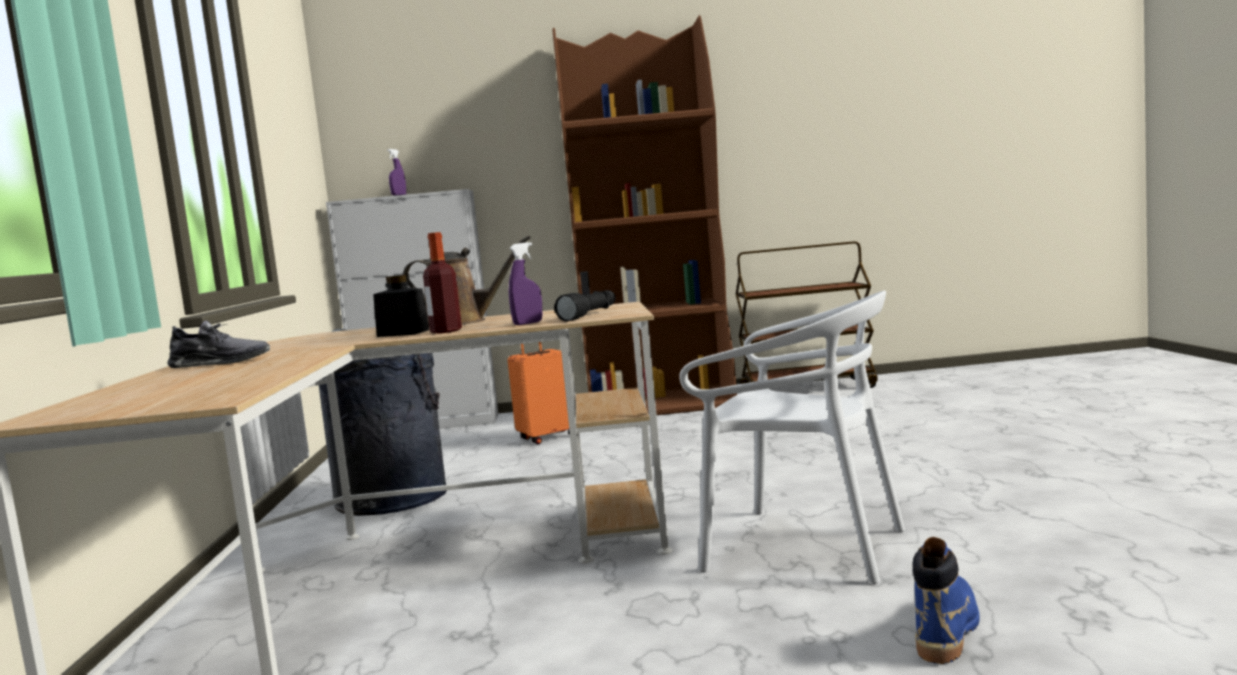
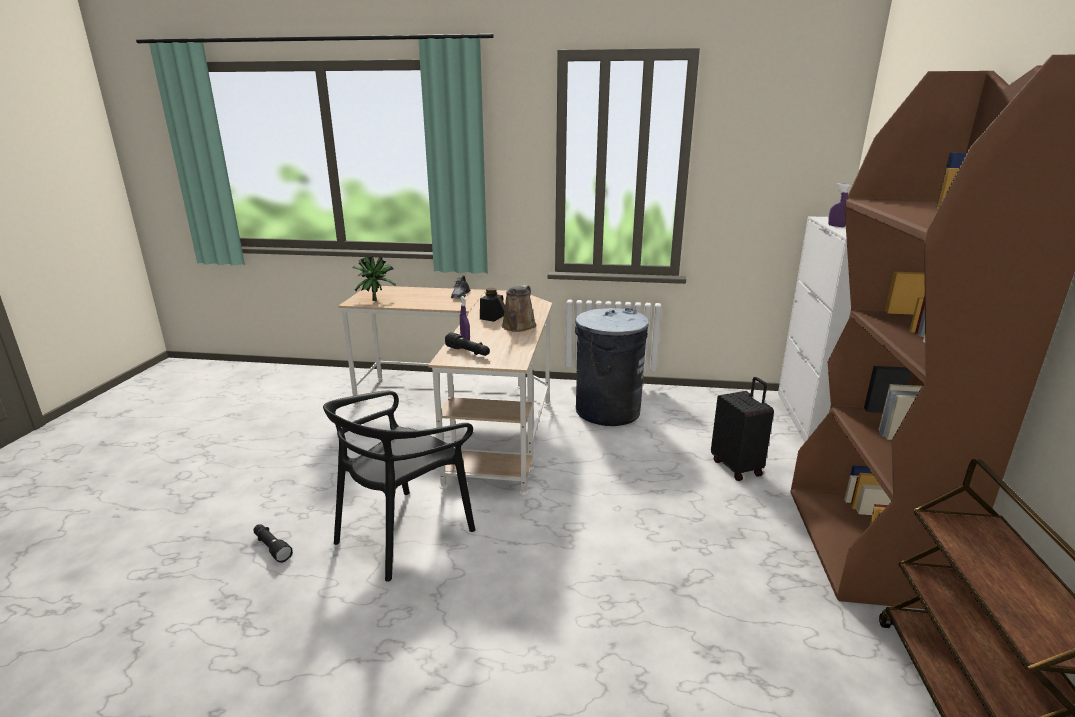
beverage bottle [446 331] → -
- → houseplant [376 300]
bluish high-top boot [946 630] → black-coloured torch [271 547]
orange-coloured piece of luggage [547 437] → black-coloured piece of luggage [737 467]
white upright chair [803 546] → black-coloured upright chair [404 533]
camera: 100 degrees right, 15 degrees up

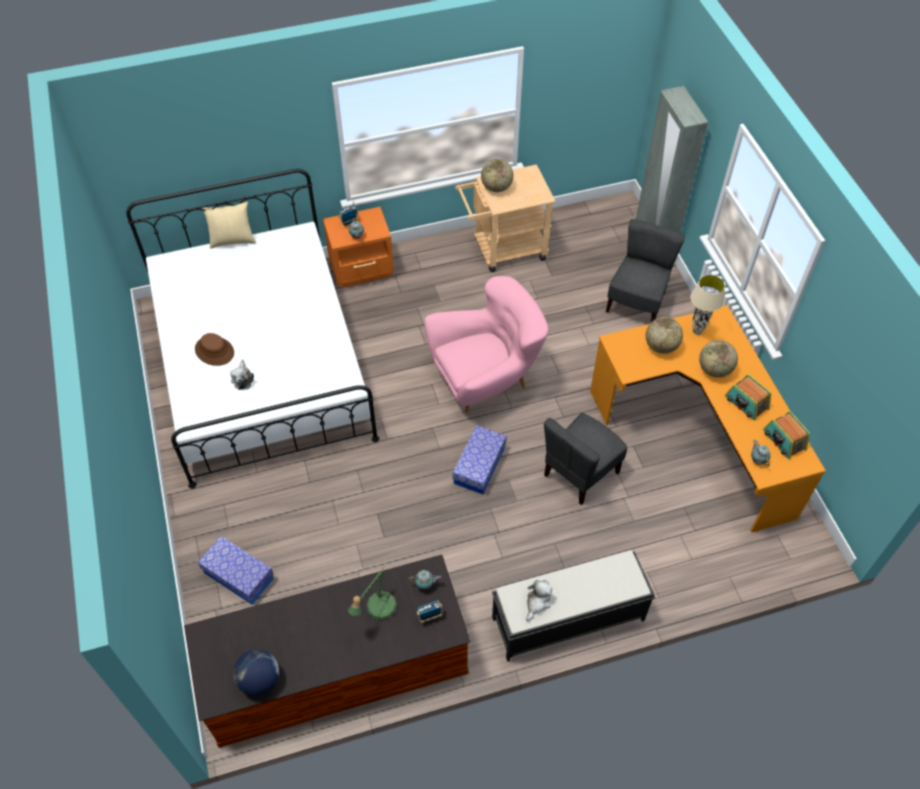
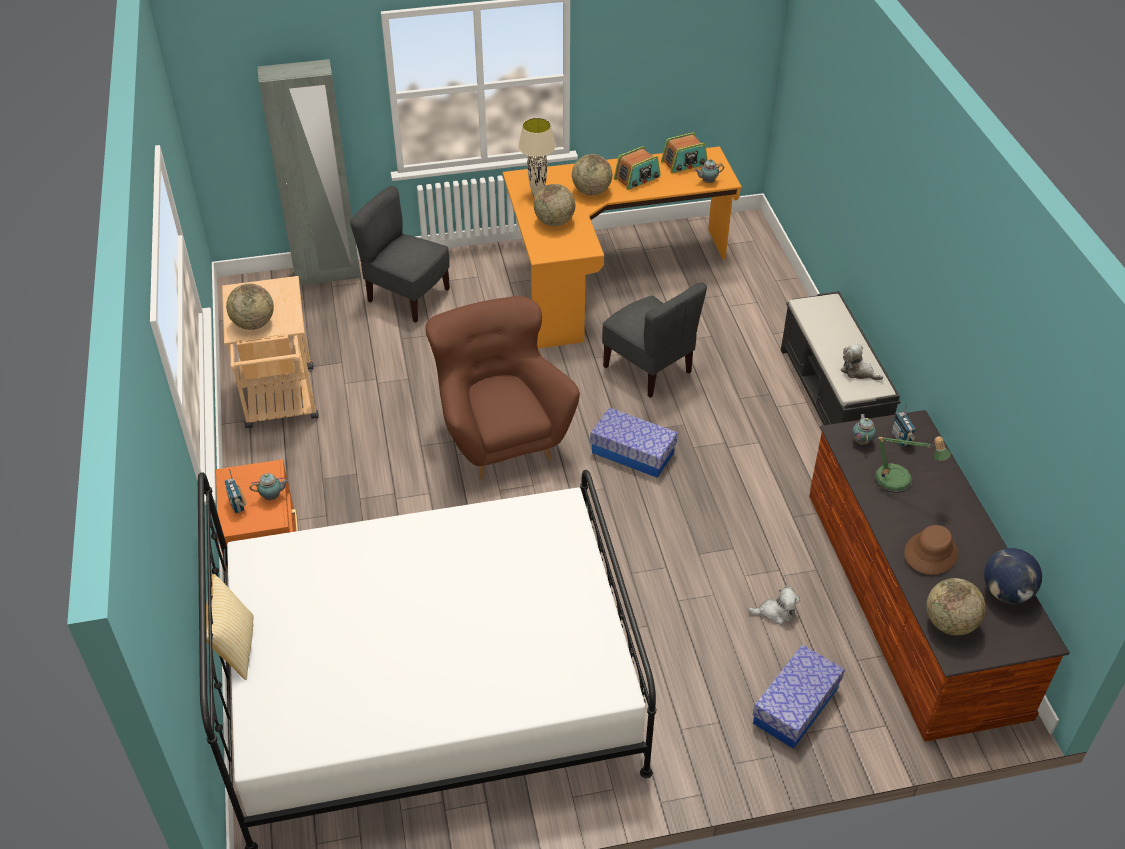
- → world globe [949 623]
brown-coloured clothing hat [214 351] → brown-coloured clothing hat [930 553], shifted
plush toy [242 379] → plush toy [775 612], shifted
pinkish lounge chair [485 379] → brown-coloured lounge chair [500 437]
camera: 85 degrees left, 10 degrees down

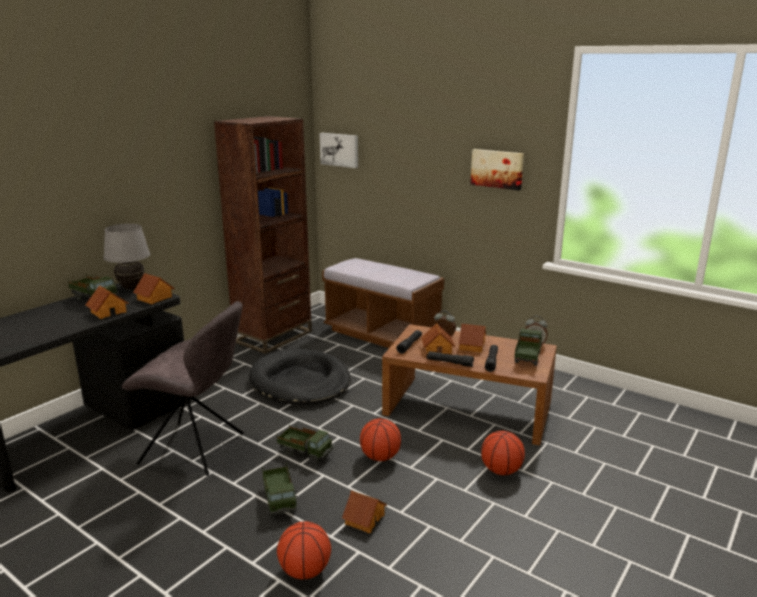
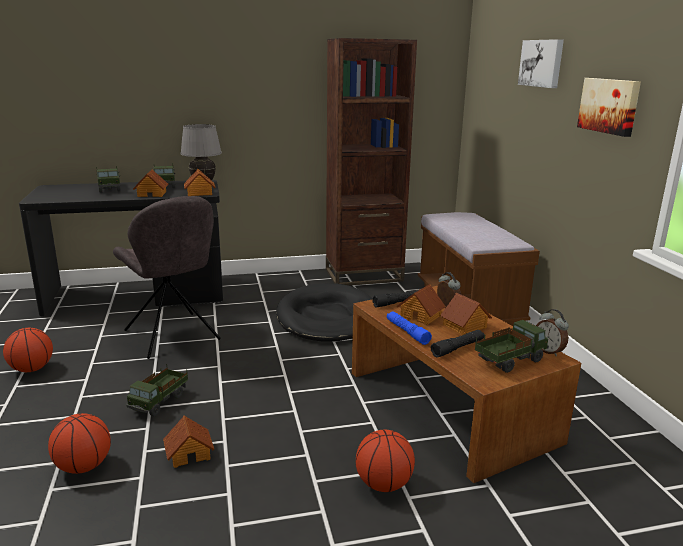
toy lorry [305 453] → toy lorry [109 188], shifted
picture [340 150] → picture [542 63], shifted
ball for basketball [380 457] → ball for basketball [31 369], shifted
black-coloured torch [449 363] → bluish torch [407 332]
camera: 40 degrees right, 0 degrees up

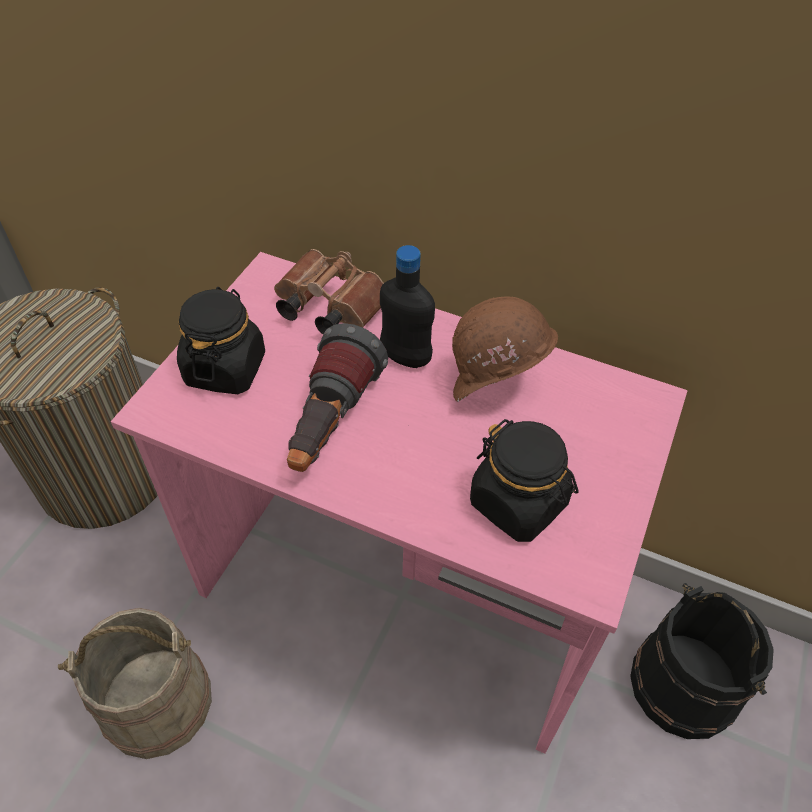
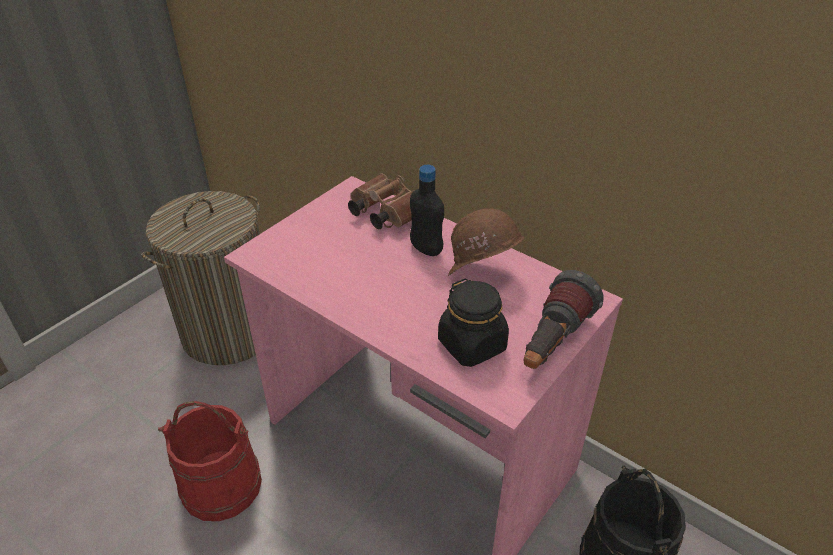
black-coloured jar [225 368] → -
torch [330 425] → torch [552 344], shifted
sand-coloured bucket [157 700] → reddish bucket [221 484]
camera: 15 degrees right, 10 degrees down

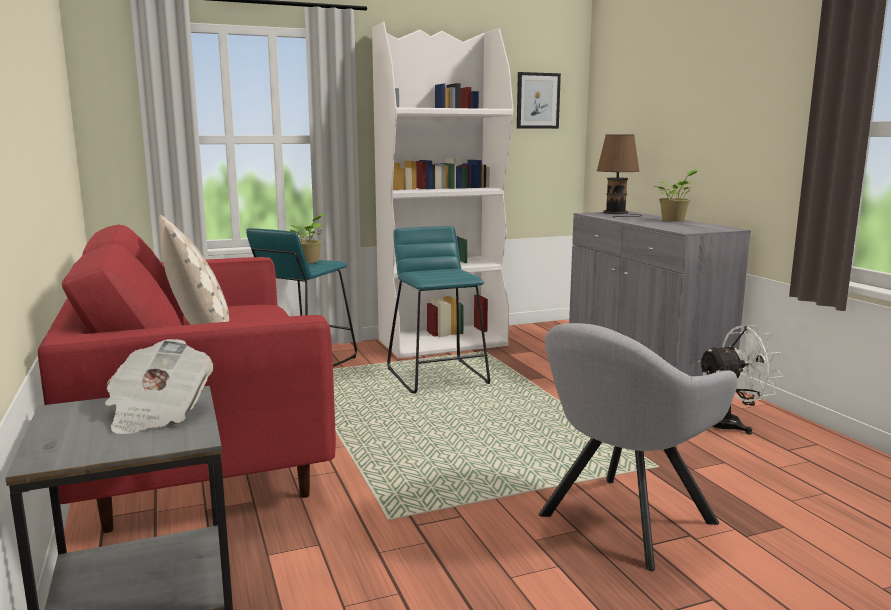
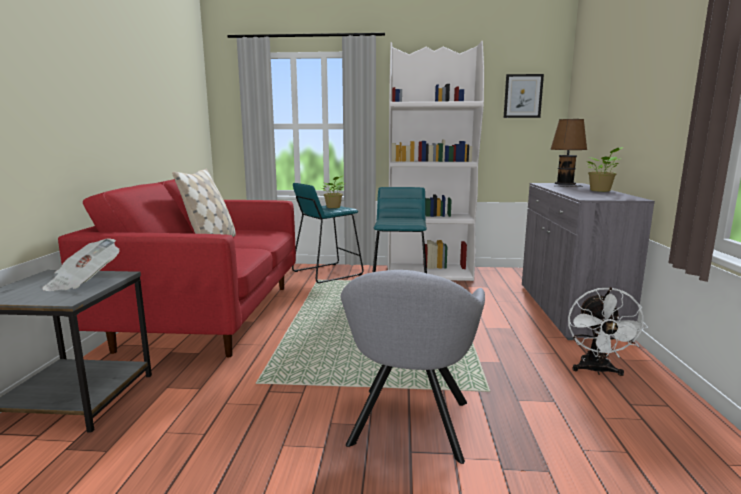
greyish lounge chair [620 522] → greyish lounge chair [408 427], 60 degrees counterclockwise
white fan [731 424] → white fan [596 371], 90 degrees clockwise
camera: 25 degrees right, 0 degrees up

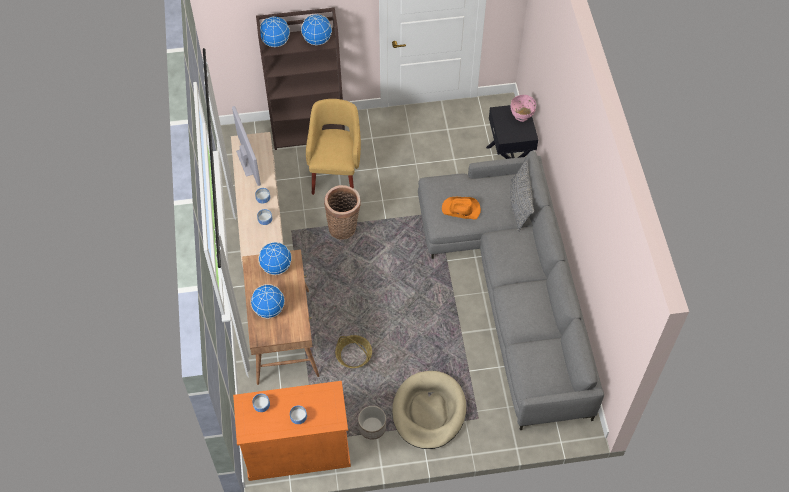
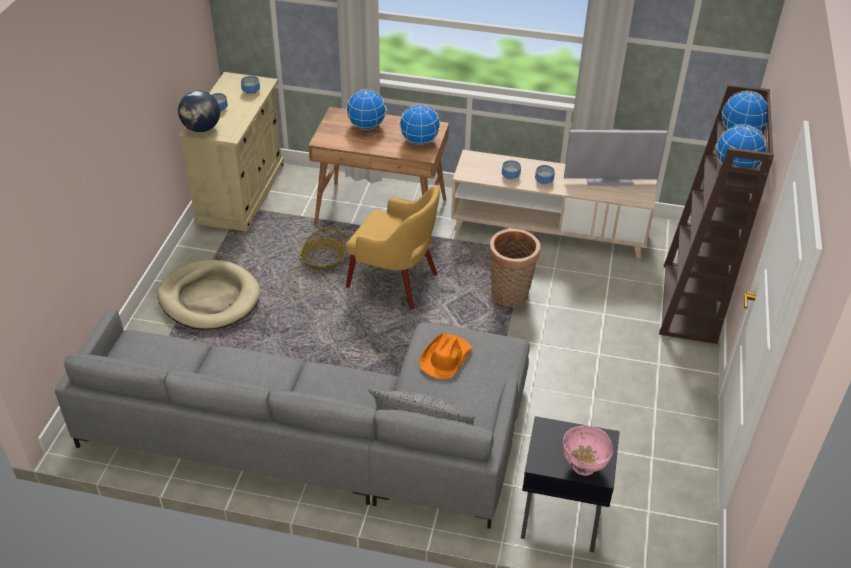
planter [372 427] → -
- → world globe [201 129]
yellow lounge chair [336 172] → yellow lounge chair [394 282], shifted
orange-coloured cupboard [297 450] → sand-coloured cupboard [241 194]
camera: 110 degrees right, 15 degrees down

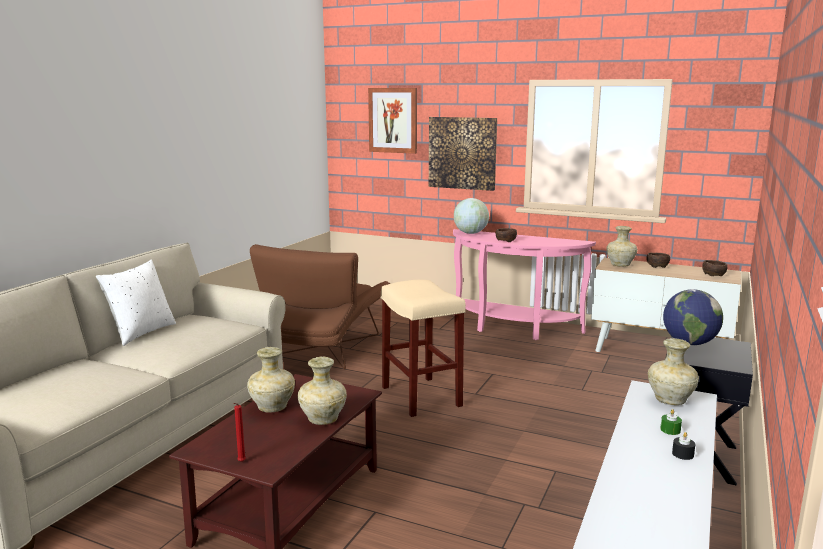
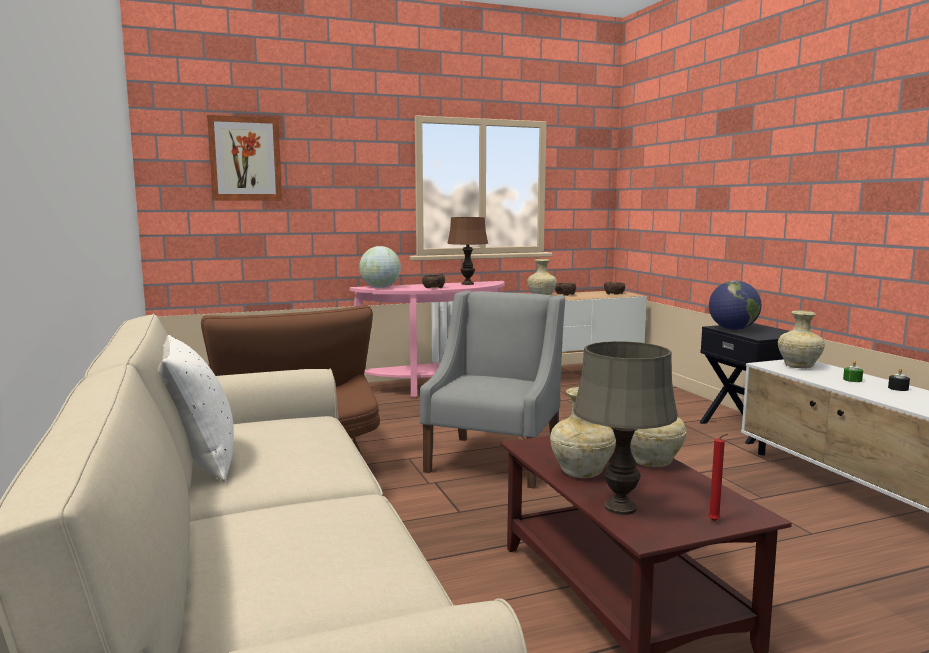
picture [462 153] → -
- → brown-coloured lamp for a table [467 284]
- → greyish lamp for a table [620 508]
sand-coloured stool [422 397] → greyish lounge chair [495 460]
camera: 45 degrees left, 5 degrees down

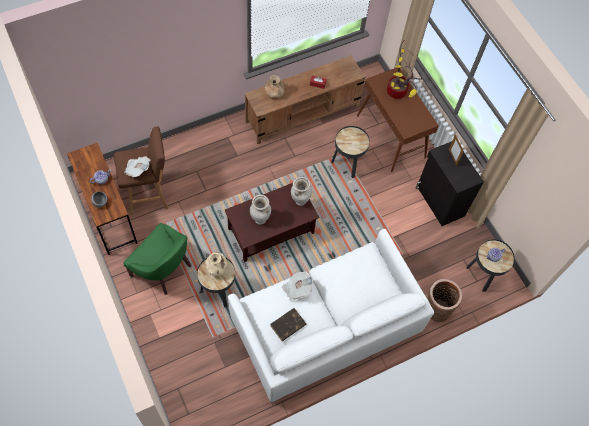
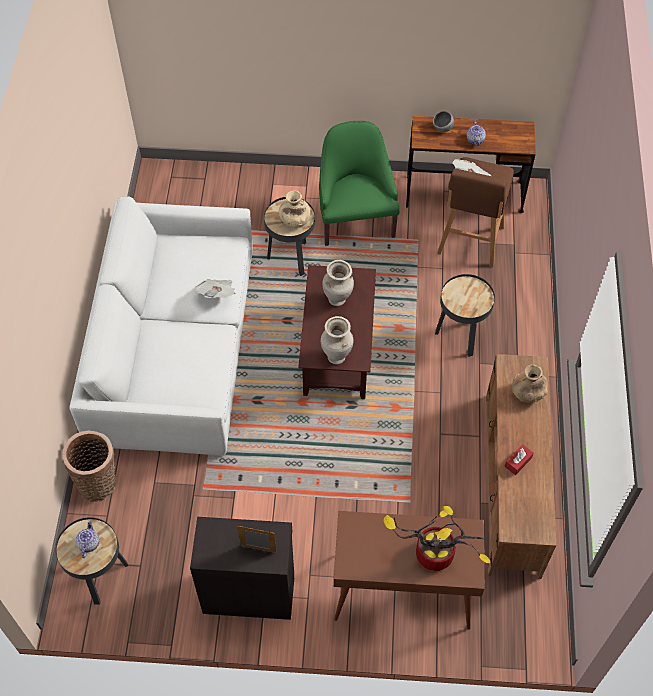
brown-coloured bound book [287 325] → -
black-coloured side table [347 164] → black-coloured side table [460 336], shifted
green lounge chair [163 269] → green lounge chair [355 219], 105 degrees clockwise
camera: 125 degrees right, 5 degrees down

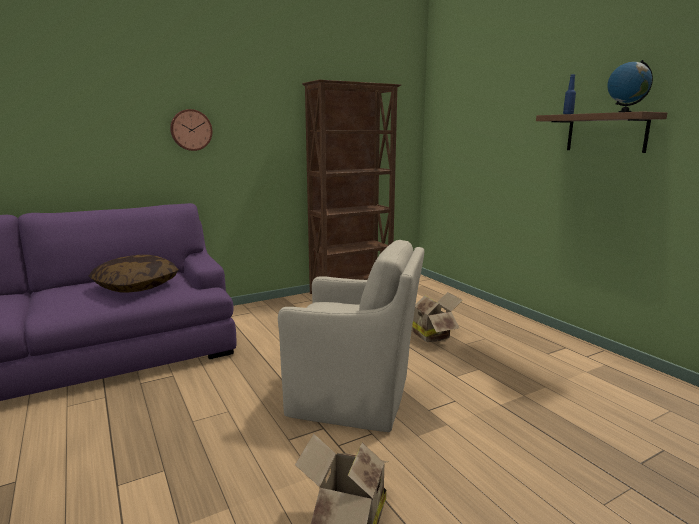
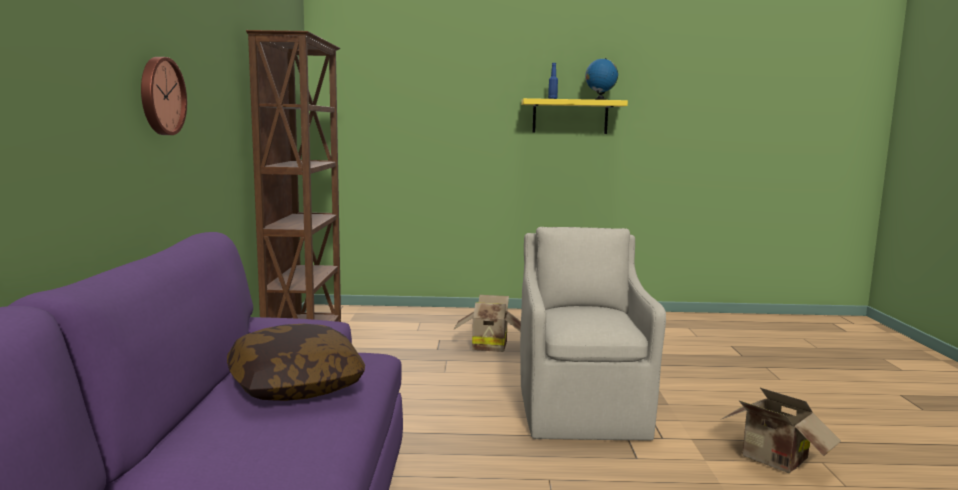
brown-coloured shelf [606 133] → yellow shelf [570 116]
sand-coloured lounge chair [354 398] → sand-coloured lounge chair [582 410], 45 degrees counterclockwise
camera: 60 degrees left, 5 degrees down

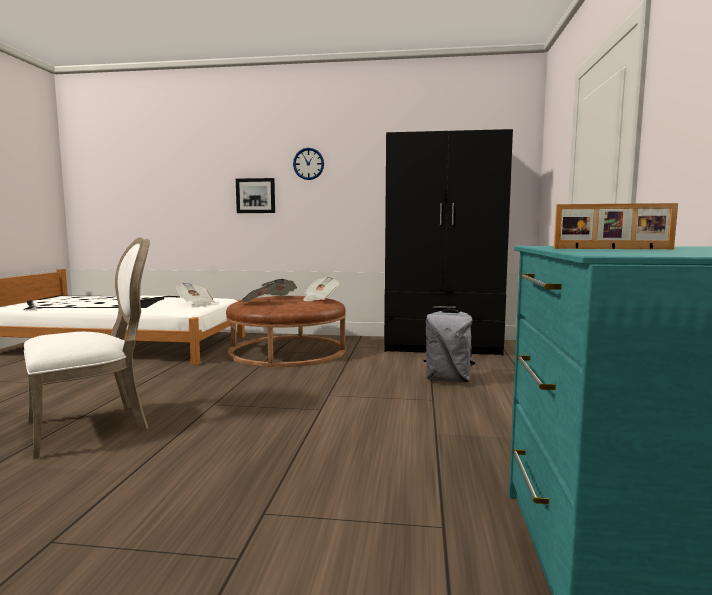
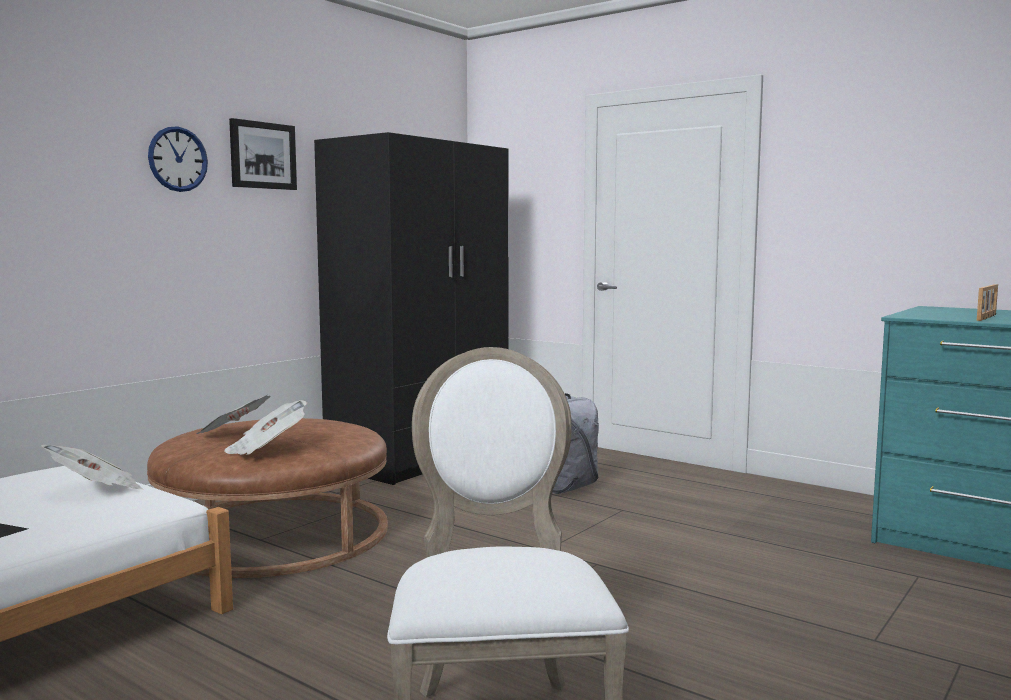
printed paper [320 299] → -
picture [255 195] → picture [262 155], shifted
camera: 60 degrees left, 0 degrees up

